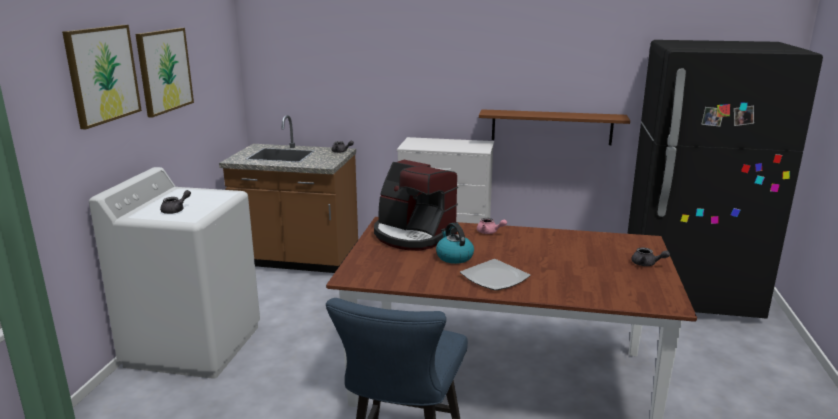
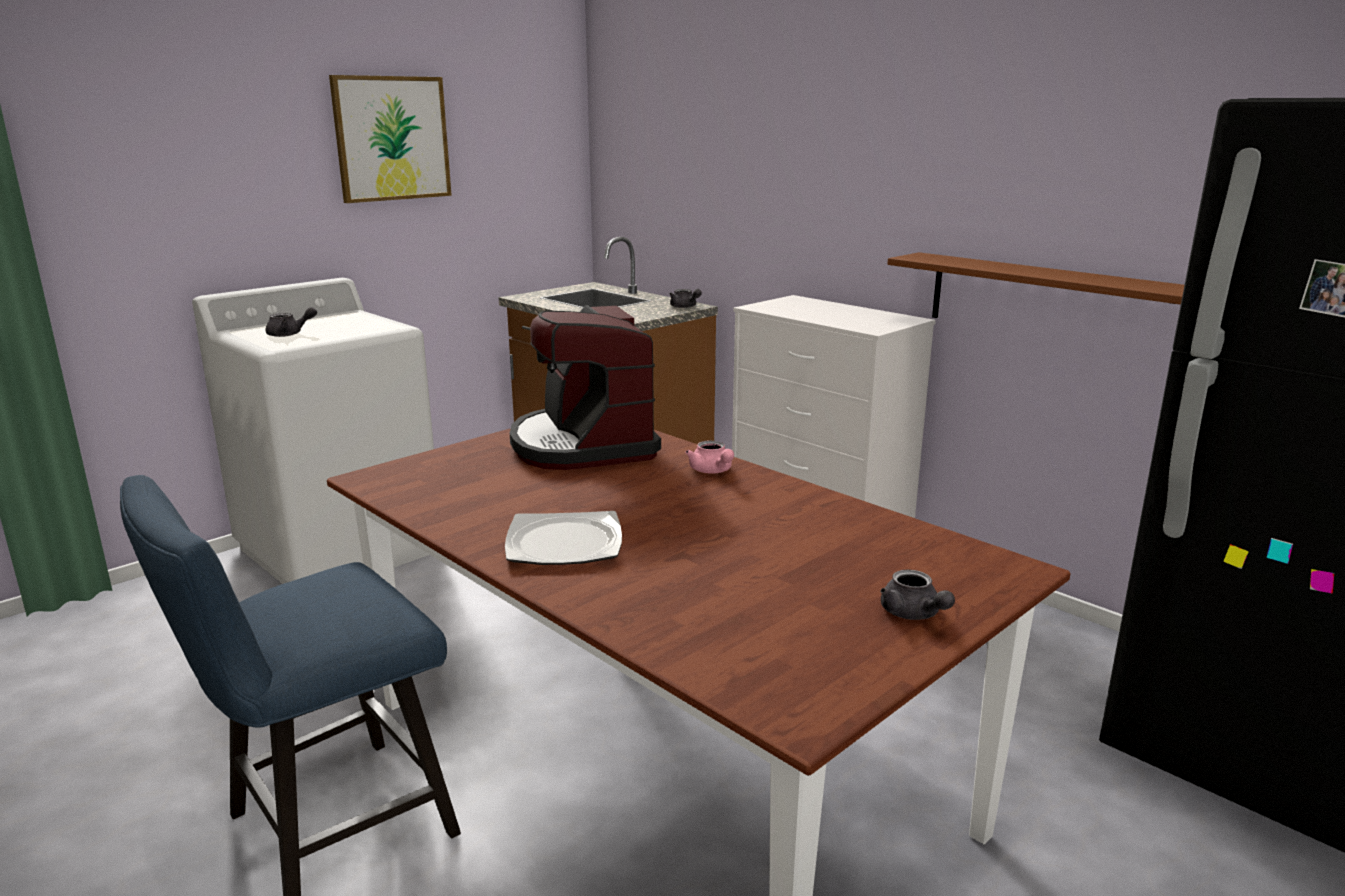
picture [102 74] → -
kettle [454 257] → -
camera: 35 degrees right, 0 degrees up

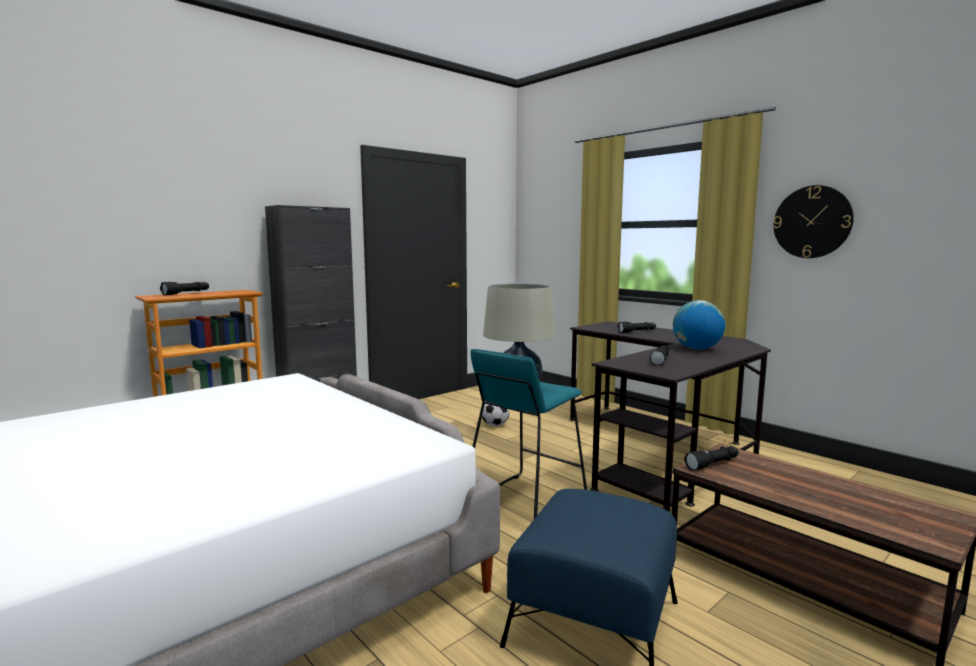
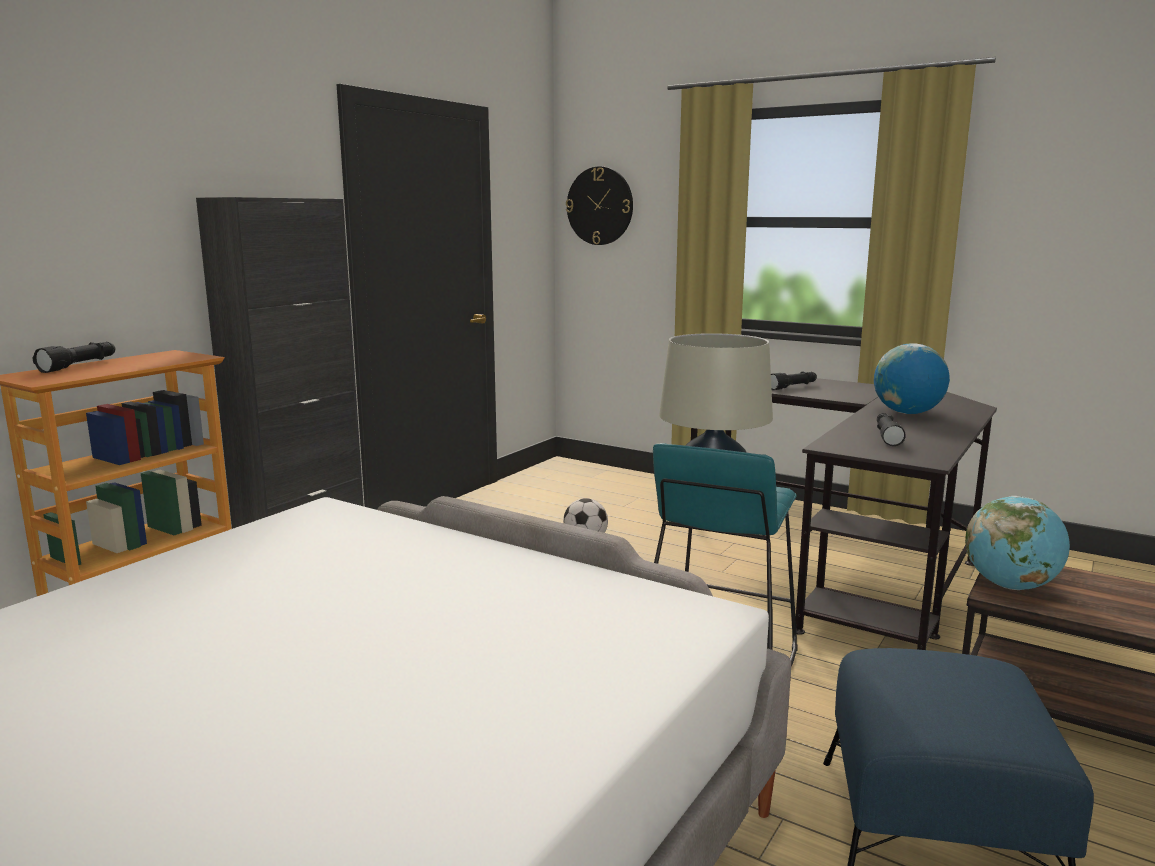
hanging clock [812 222] → hanging clock [600 206], shifted
black-coloured torch [713 464] → world globe [1011 586]
camera: 15 degrees left, 5 degrees up

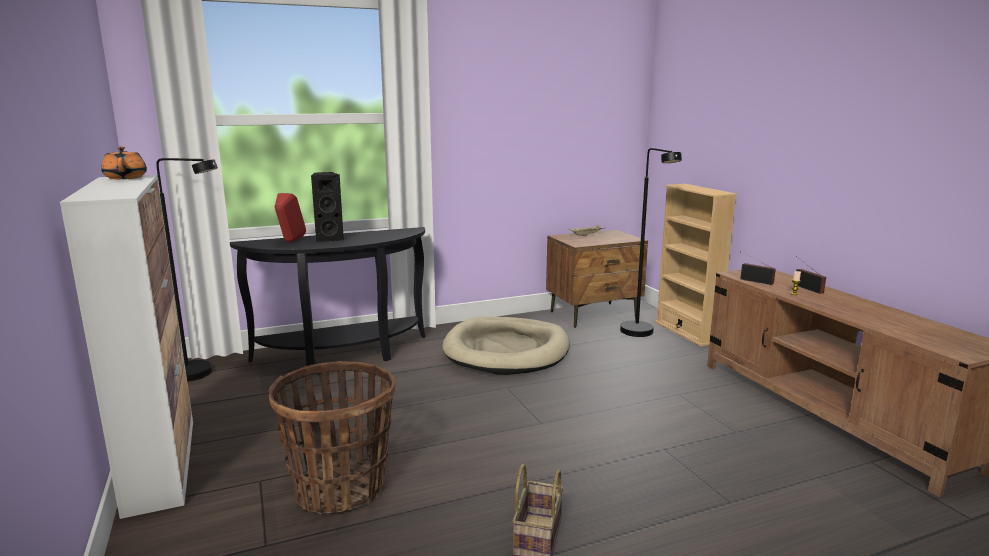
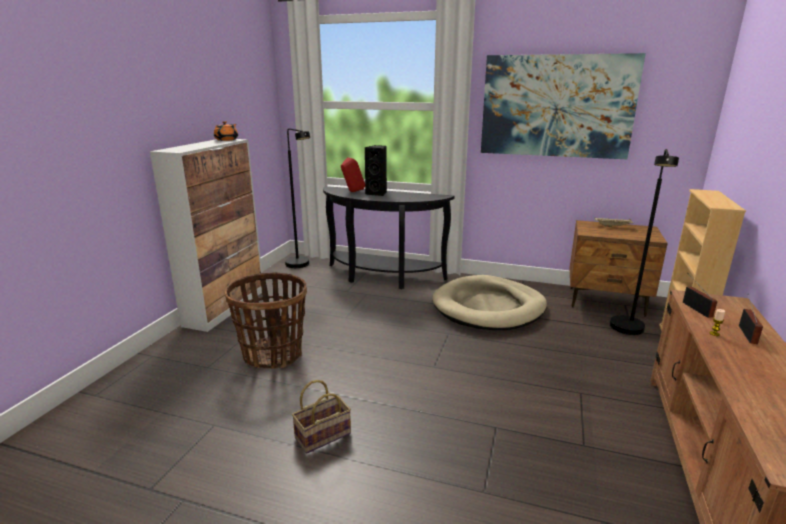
- → picture [556 106]
camera: 40 degrees right, 5 degrees up

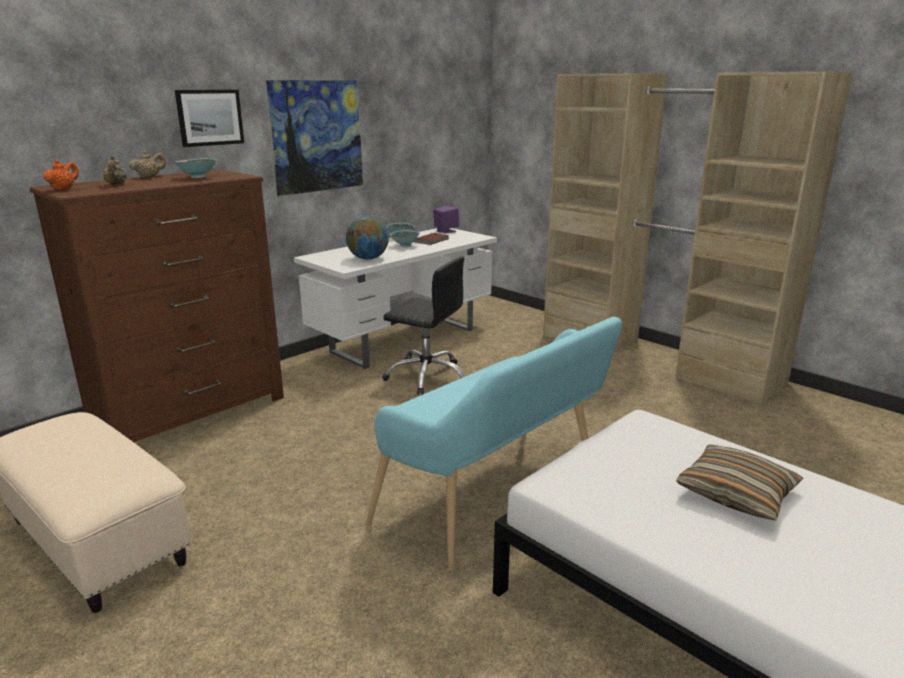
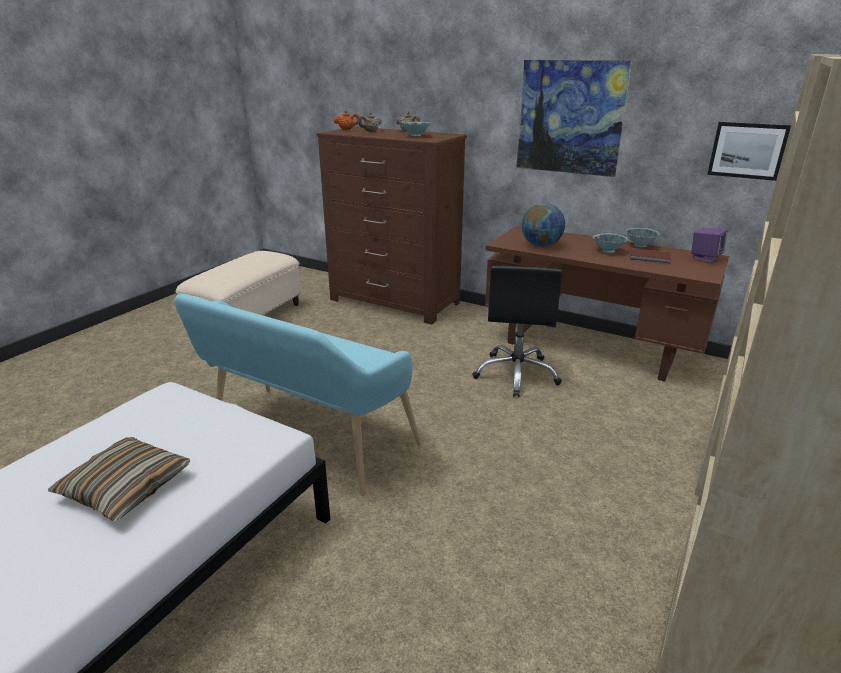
picture [210 117] → picture [747 150], shifted
white desk table [403 340] → brown-coloured desk table [590 348]
camera: 75 degrees right, 5 degrees up

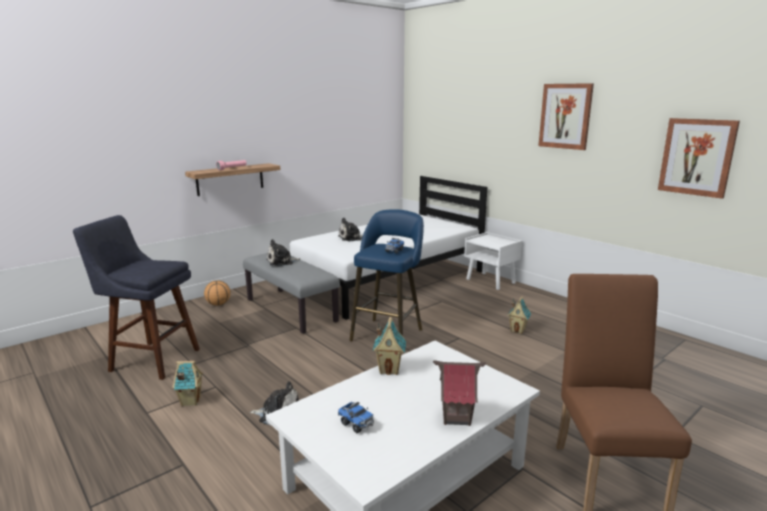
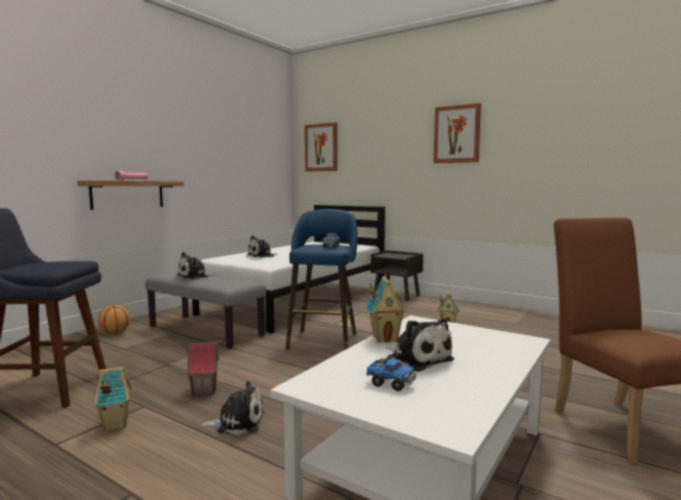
- → plush toy [417 359]
model house [456 417] → model house [204 390], shifted
picture [697 157] → picture [321 147], shifted
white night table [491 281] → brown-coloured night table [397 295]
camera: 15 degrees left, 10 degrees down

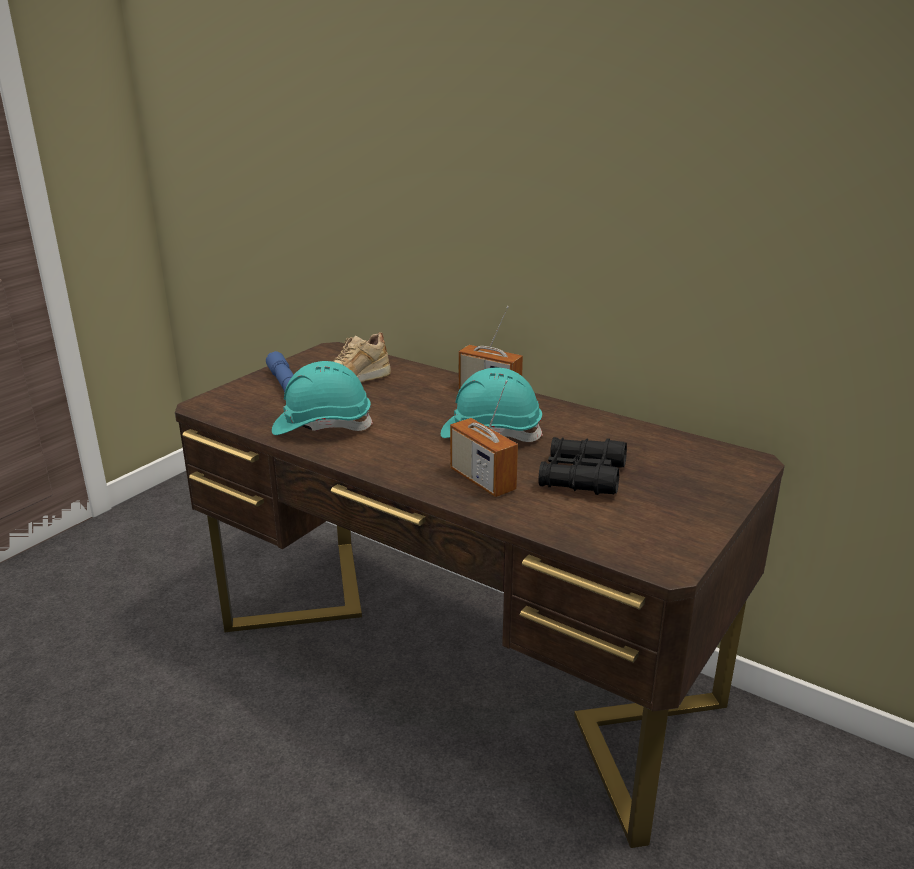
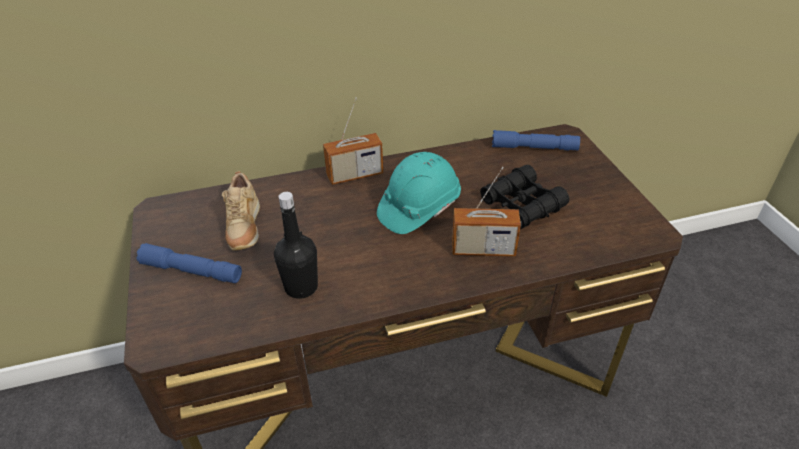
- → bluish torch [534 148]
turquoise work helmet [322 426] → black-coloured beverage bottle [301 287]
camera: 50 degrees left, 15 degrees up

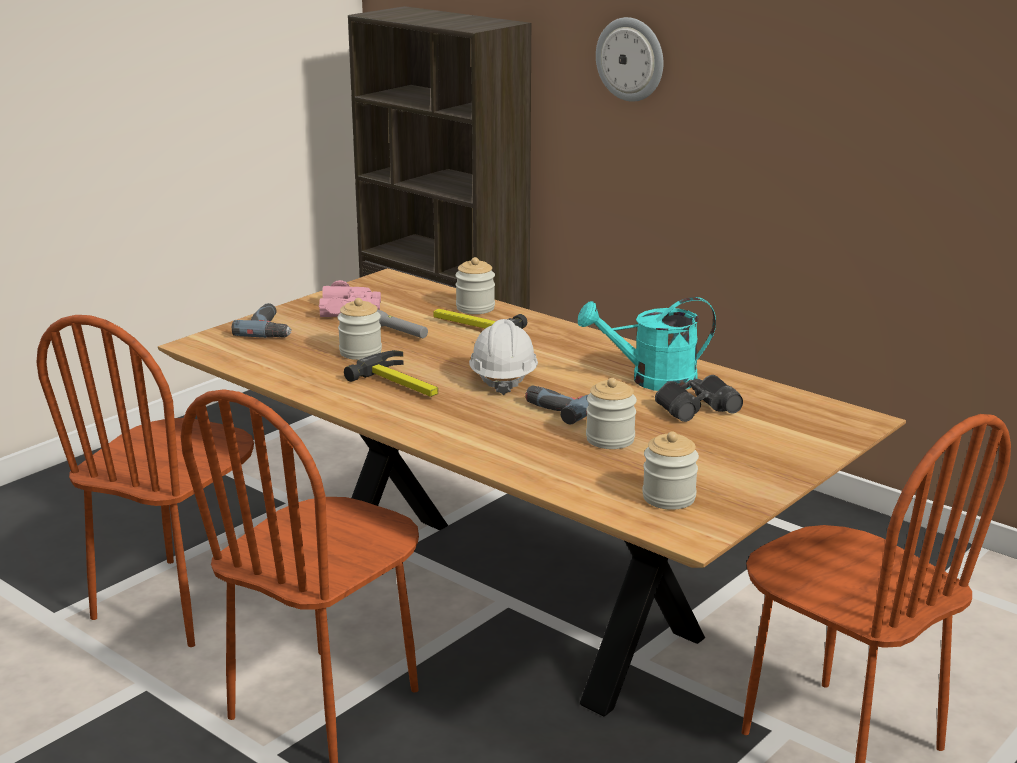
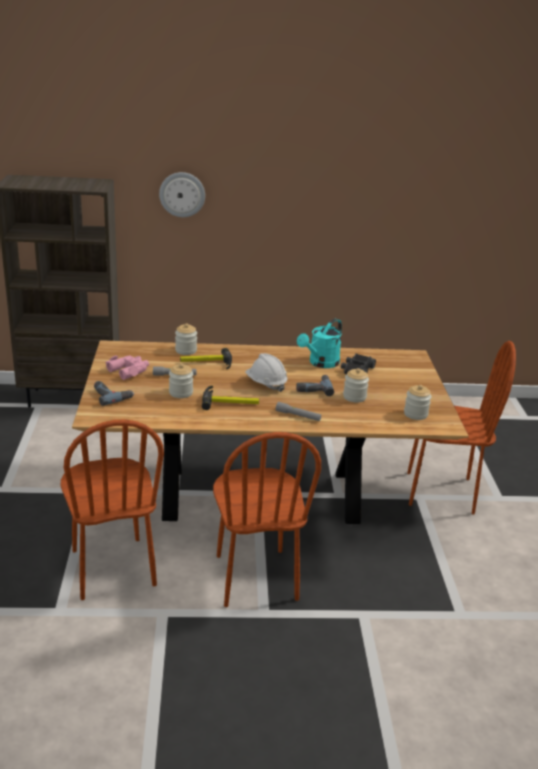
- → greyish torch [298 416]
camera: 45 degrees left, 5 degrees up

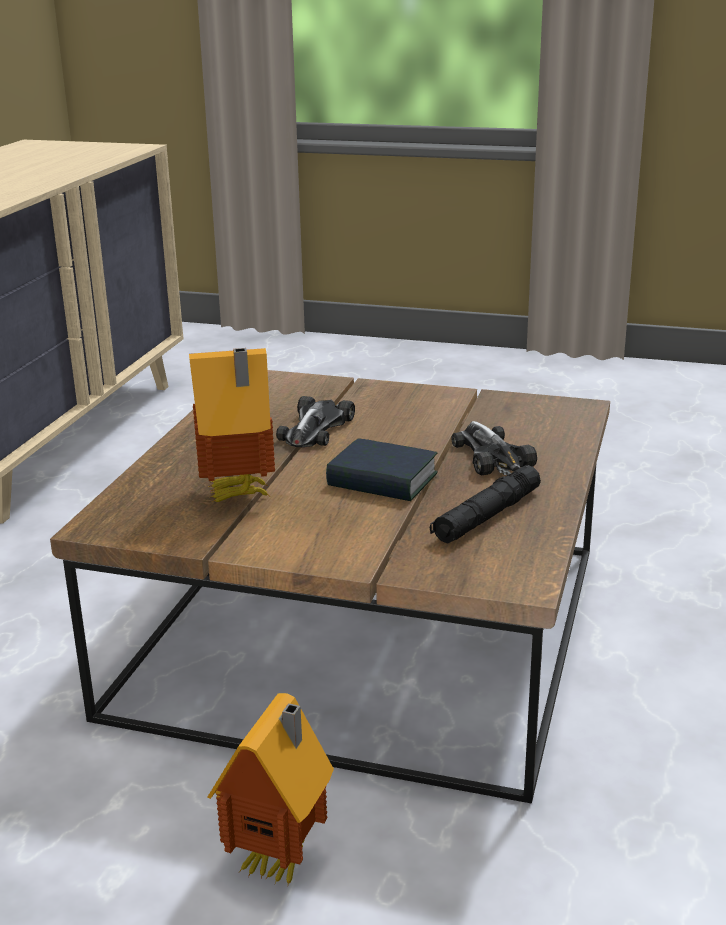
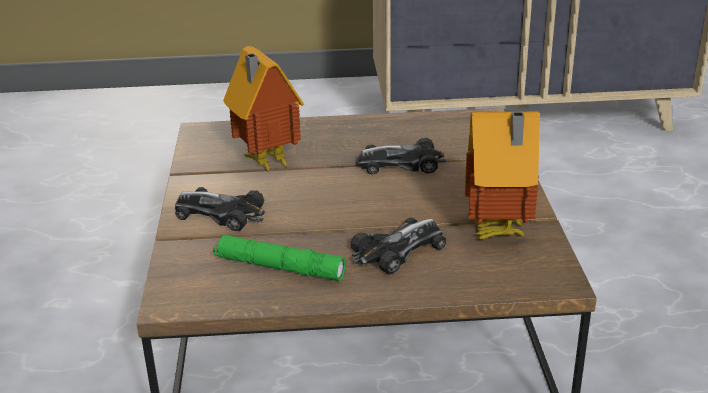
bound book [382 480] → -
- → miniature car [220 214]
model house [281 862] → model house [498 234], shifted
black-coloured torch [486 516] → green torch [279 267]
camera: 70 degrees right, 5 degrees up

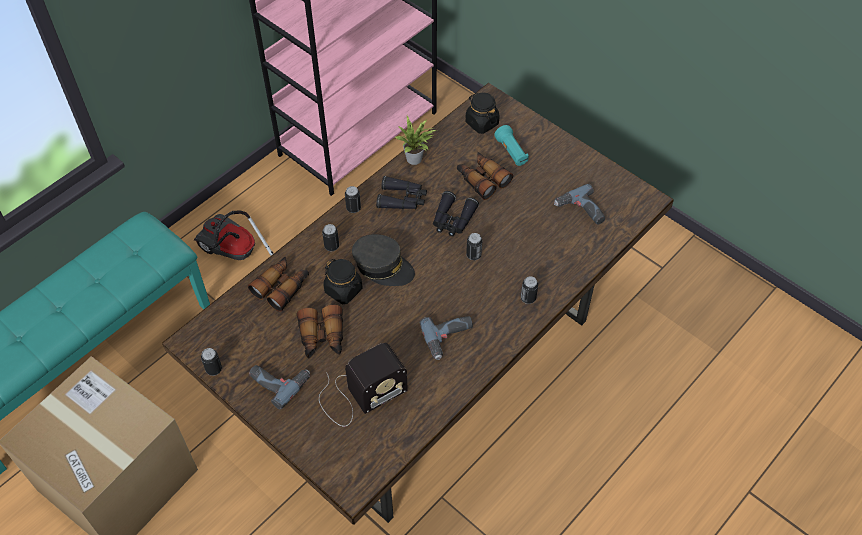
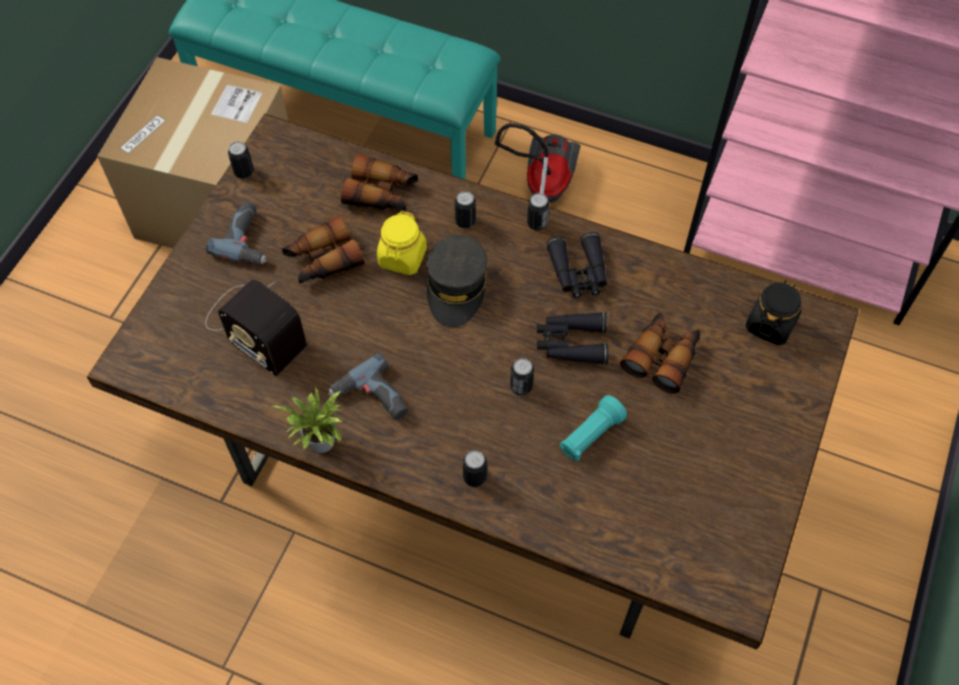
drill [580 211] → -
houseplant [416 159] → houseplant [321 445], shifted
turquoise torch [511 152] → turquoise torch [590 435], shifted
black-coloured jar [343 290] → yellow jar [402 257]
camera: 70 degrees right, 5 degrees up

